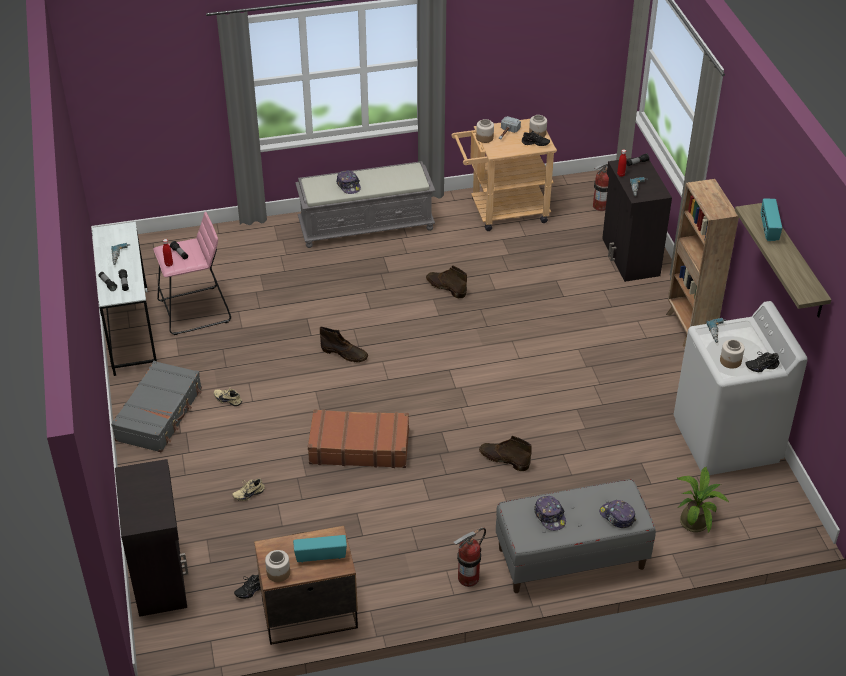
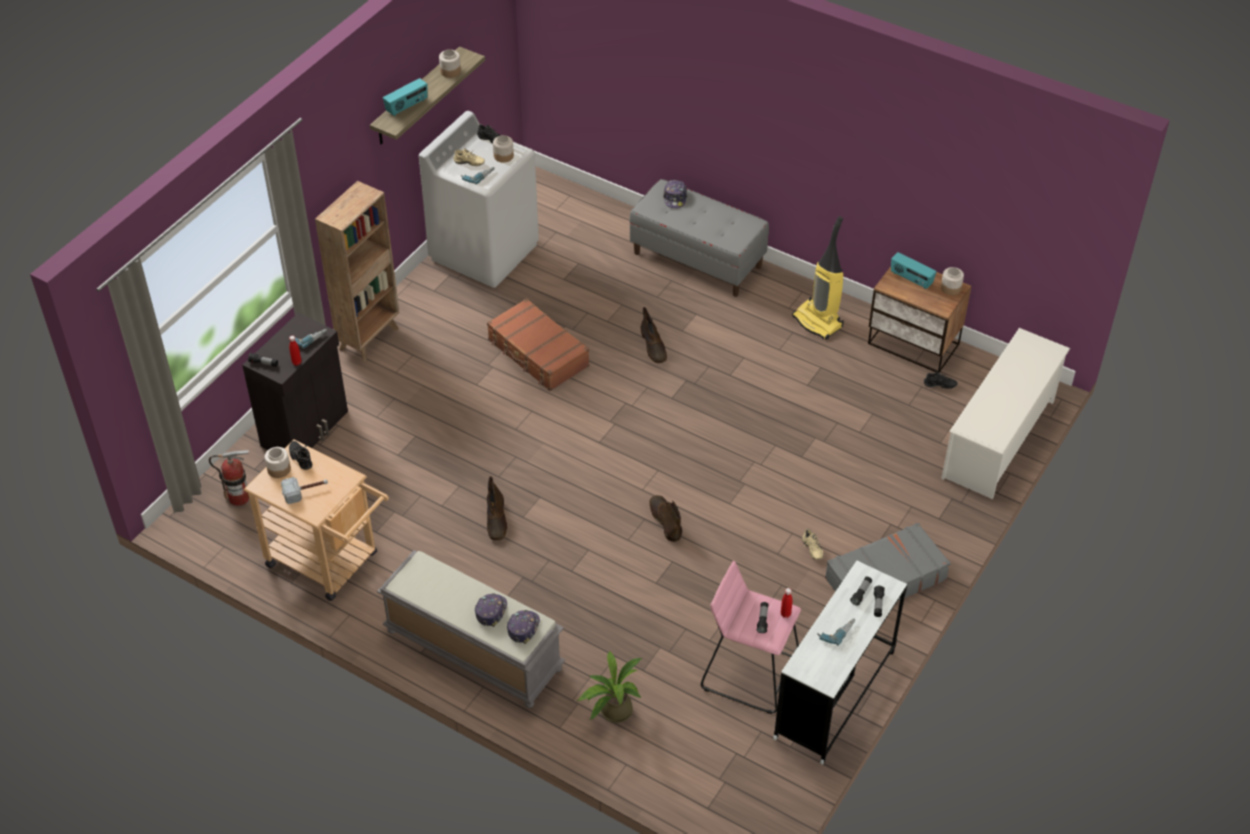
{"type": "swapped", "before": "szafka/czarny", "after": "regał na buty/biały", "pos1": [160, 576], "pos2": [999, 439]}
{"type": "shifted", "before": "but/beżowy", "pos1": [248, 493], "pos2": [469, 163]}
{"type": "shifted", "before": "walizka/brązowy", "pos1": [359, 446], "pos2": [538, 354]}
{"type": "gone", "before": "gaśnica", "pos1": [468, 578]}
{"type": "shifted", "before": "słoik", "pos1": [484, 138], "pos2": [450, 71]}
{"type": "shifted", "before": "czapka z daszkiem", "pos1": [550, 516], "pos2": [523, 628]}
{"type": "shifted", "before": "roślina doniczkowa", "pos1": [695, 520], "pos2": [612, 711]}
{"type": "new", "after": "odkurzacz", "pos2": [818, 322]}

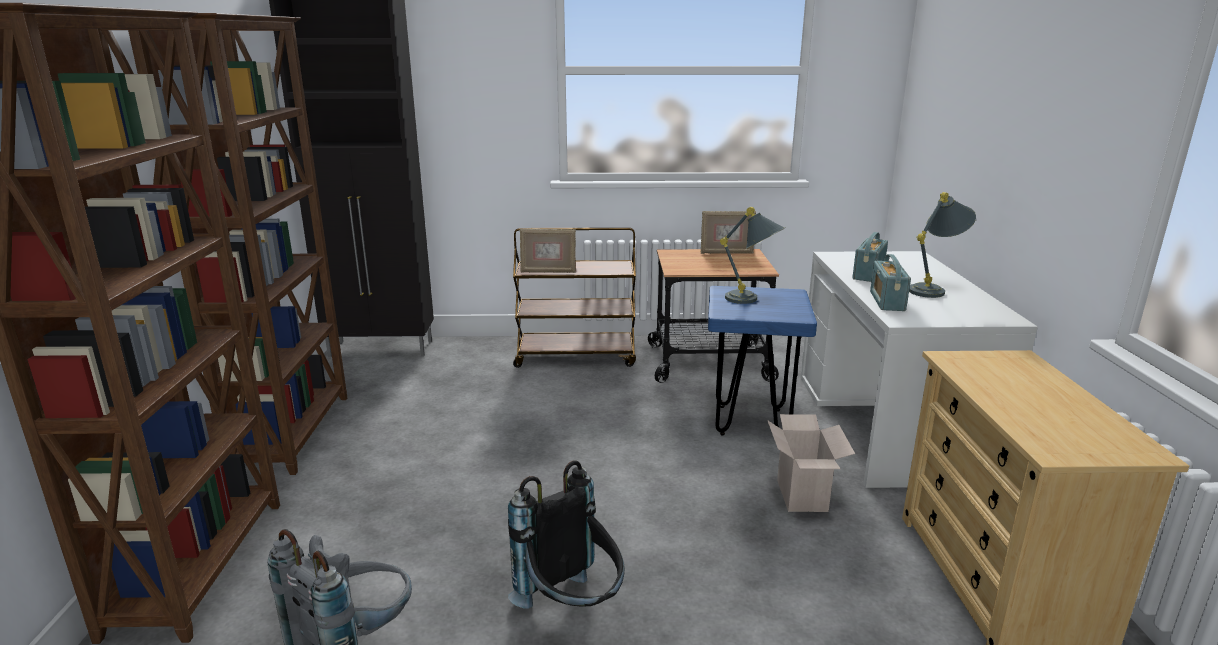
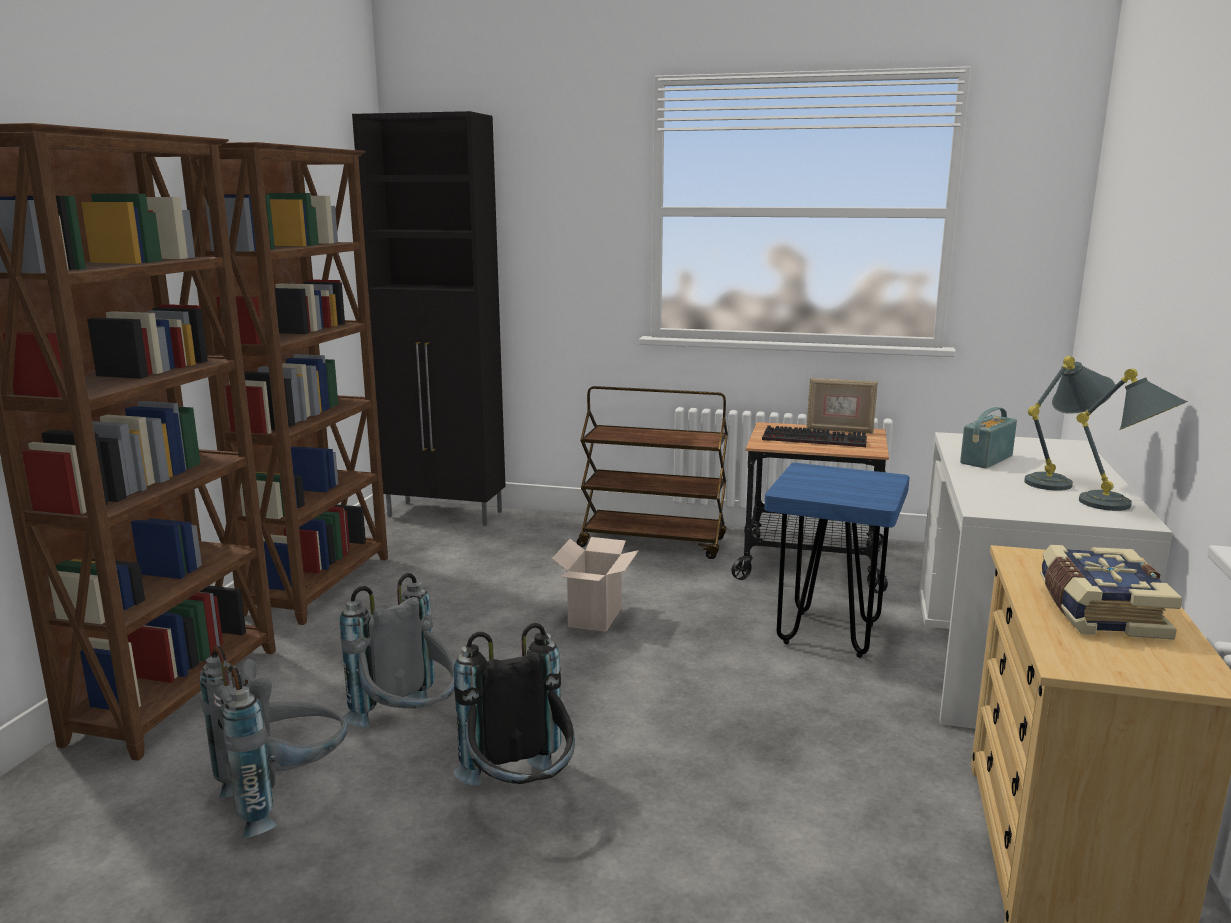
{"type": "gone", "before": "ramka na zdjęcie", "pos1": [548, 271]}
{"type": "shifted", "before": "lampa stołowa/szary", "pos1": [752, 301], "pos2": [1123, 507]}
{"type": "shifted", "before": "karton", "pos1": [804, 496], "pos2": [596, 618]}
{"type": "gone", "before": "radio", "pos1": [887, 301]}
{"type": "new", "after": "plecak/szary", "pos2": [410, 726]}
{"type": "new", "after": "klawiatura", "pos2": [816, 439]}
{"type": "new", "after": "książka", "pos2": [1098, 611]}

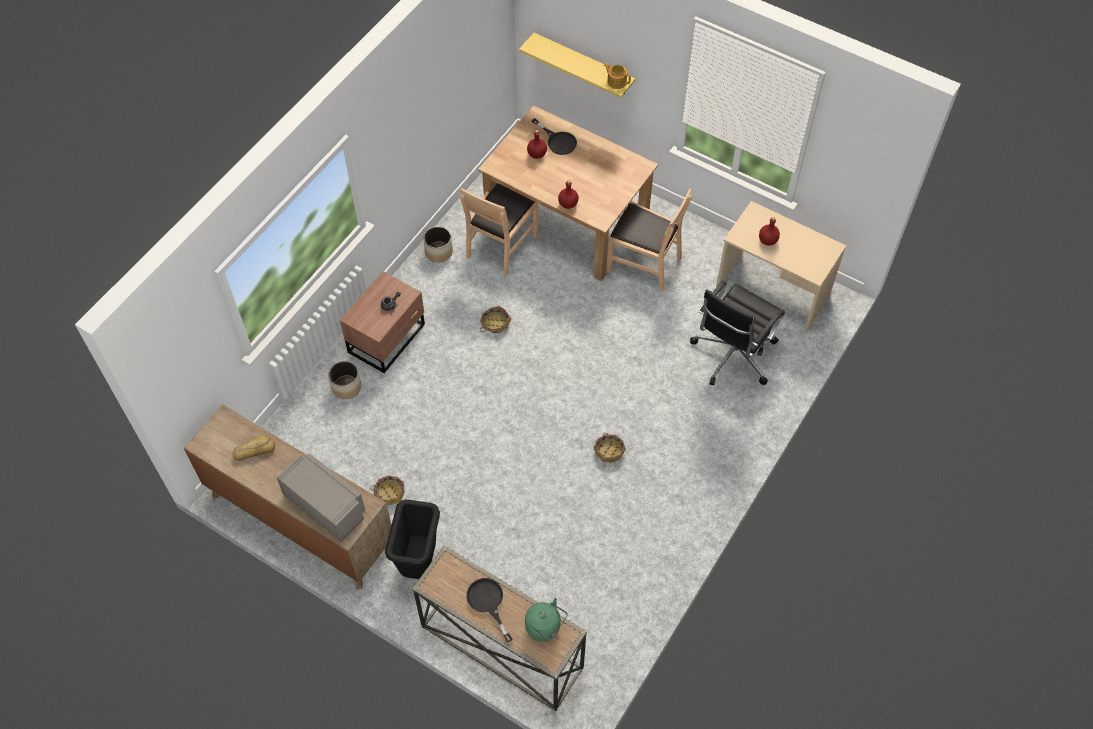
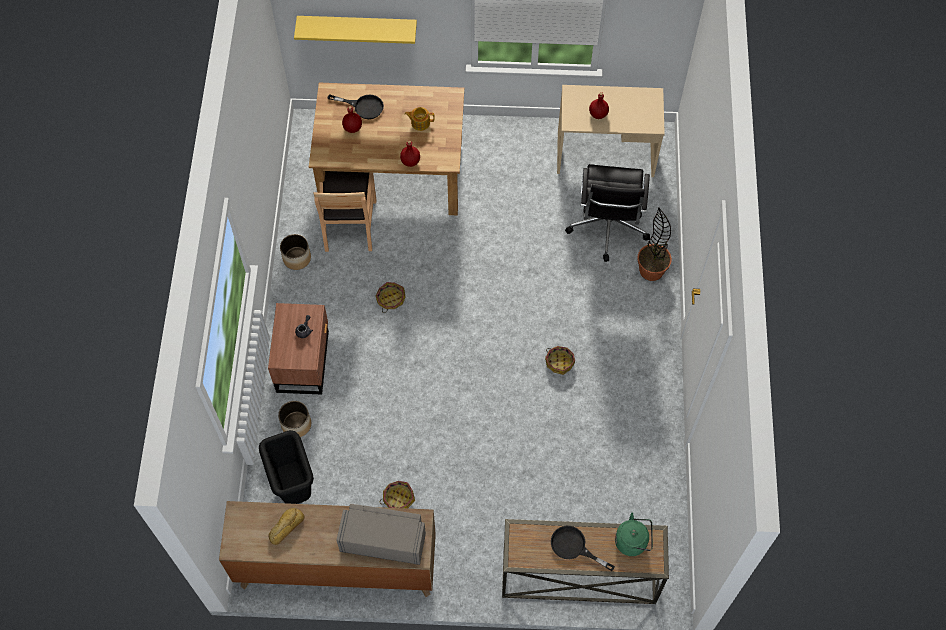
{"type": "shifted", "before": "kosz na śmieci/czarny", "pos1": [419, 563], "pos2": [295, 488]}
{"type": "shifted", "before": "imbryk", "pos1": [616, 81], "pos2": [420, 122]}
{"type": "gone", "before": "krzesło/brązowy", "pos1": [644, 263]}
{"type": "new", "after": "roślina doniczkowa", "pos2": [651, 270]}

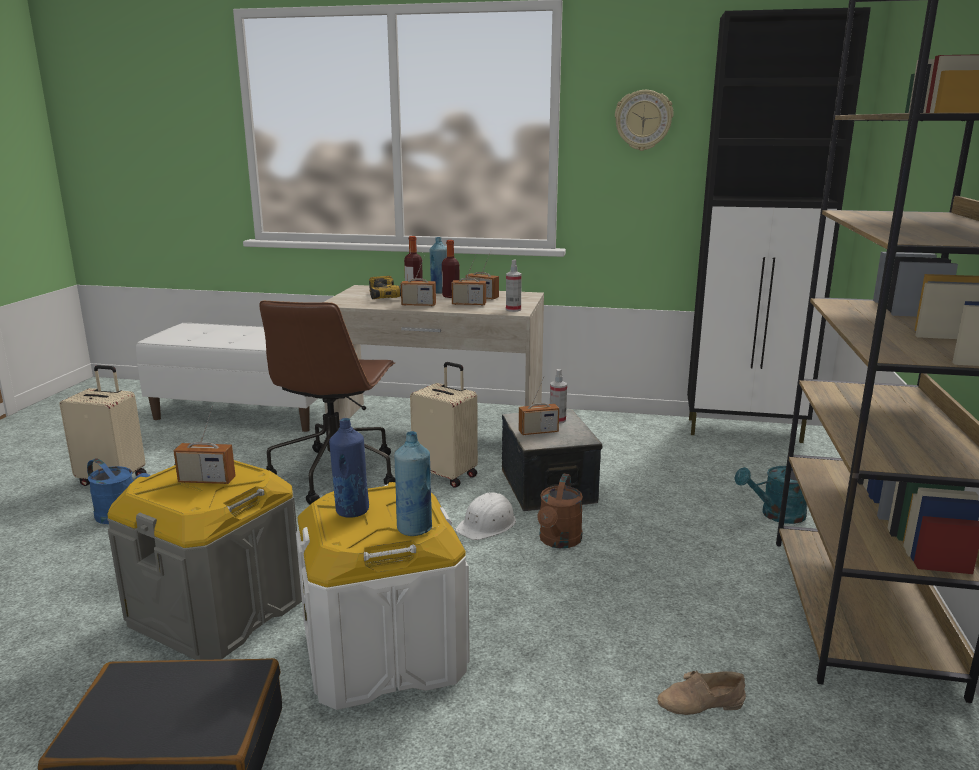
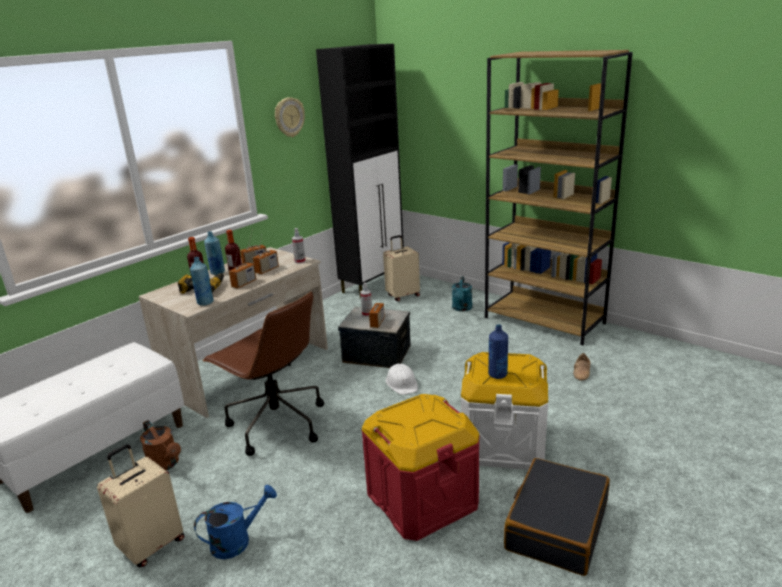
{"type": "repainted", "before": "pojemnik do przechowywania/szary", "after": "pojemnik do przechowywania/czerwony", "pos1": [218, 611], "pos2": [422, 499]}
{"type": "gone", "before": "radio", "pos1": [207, 480]}
{"type": "shifted", "before": "butelka/niebieski", "pos1": [414, 529], "pos2": [205, 302]}
{"type": "shifted", "before": "walizka/beżowy", "pos1": [447, 475], "pos2": [402, 295]}
{"type": "shifted", "before": "konewka/brązowy", "pos1": [558, 541], "pos2": [166, 464]}

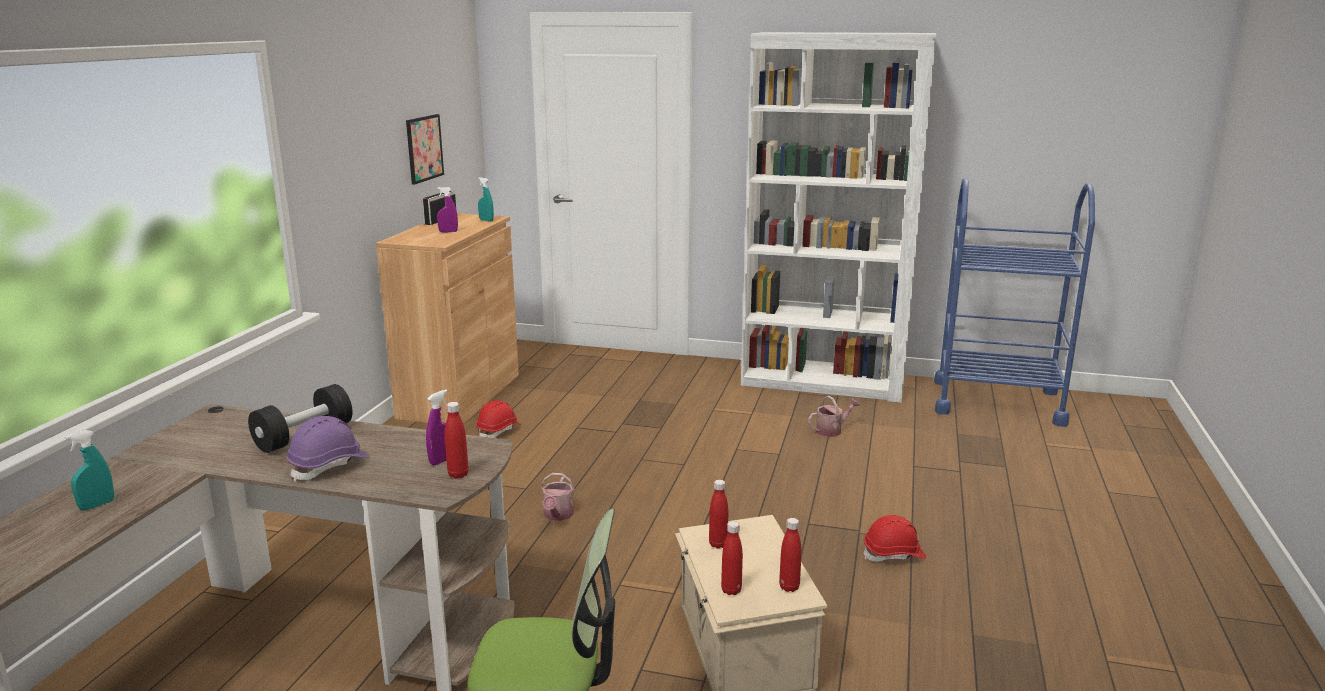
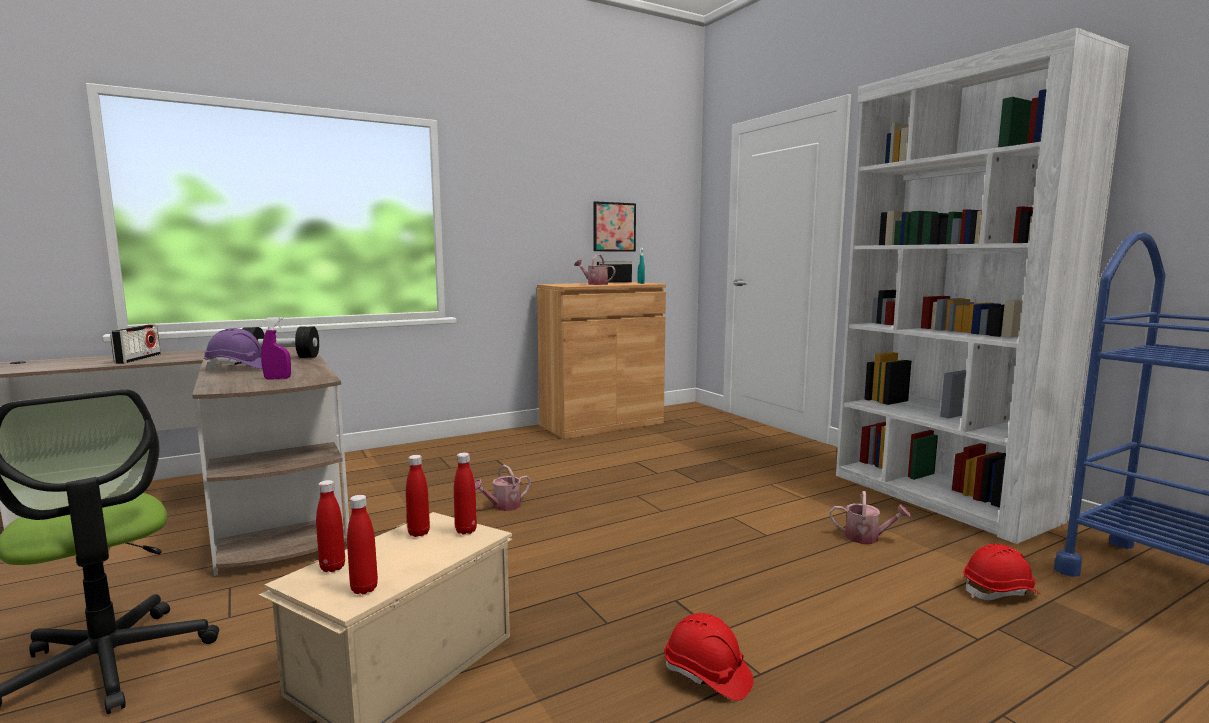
{"type": "swapped", "before": "spryskiwacz/turkusowy", "after": "radio", "pos1": [97, 505], "pos2": [138, 359]}
{"type": "swapped", "before": "spryskiwacz/fioletowy", "after": "konewka", "pos1": [448, 232], "pos2": [595, 284]}
{"type": "shifted", "before": "butelka/czerwony", "pos1": [458, 474], "pos2": [466, 530]}
{"type": "shifted", "before": "kask/czerwony", "pos1": [499, 431], "pos2": [1000, 592]}

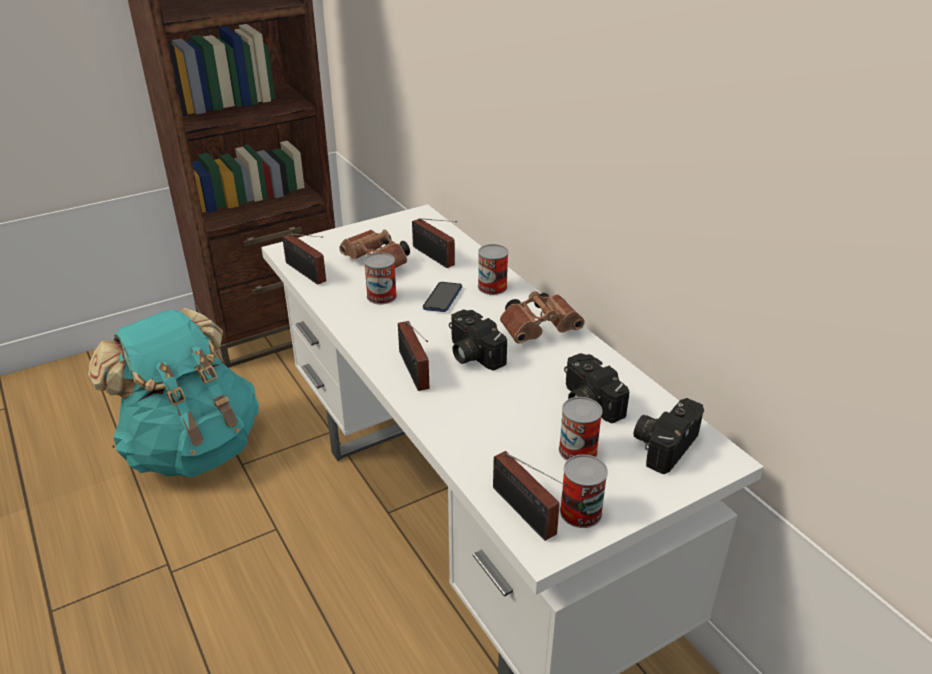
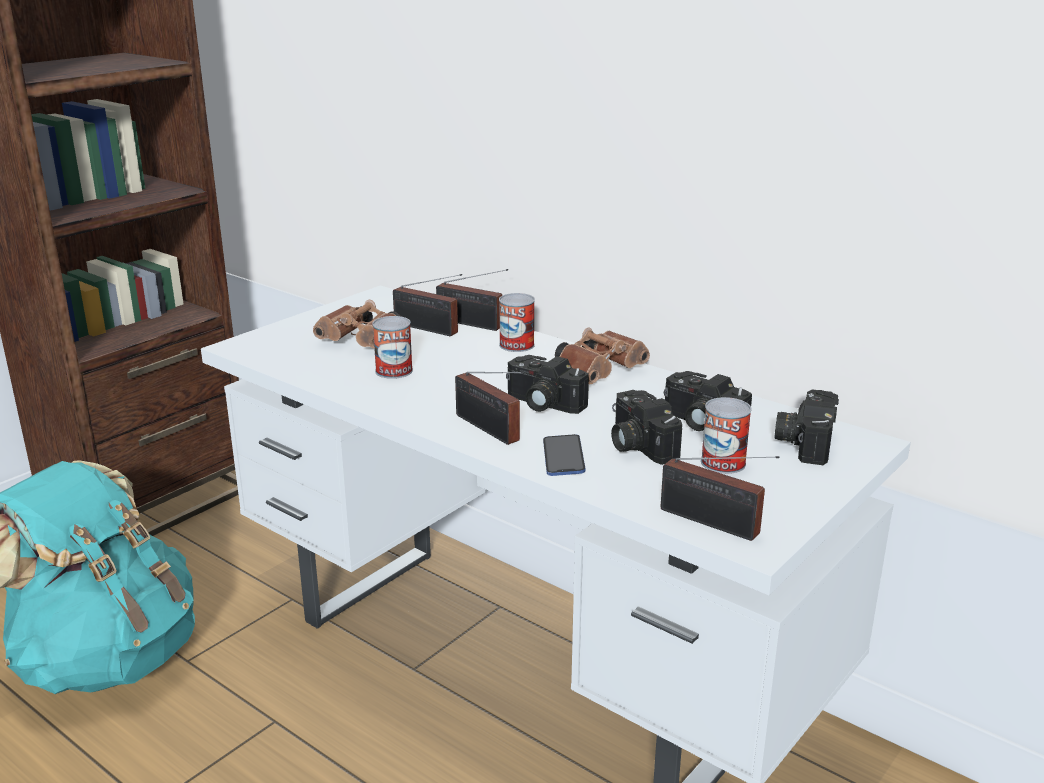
{"type": "shifted", "before": "radio", "pos1": [307, 273], "pos2": [472, 324]}
{"type": "shifted", "before": "telefon", "pos1": [442, 298], "pos2": [563, 457]}
{"type": "gone", "before": "puszka", "pos1": [580, 512]}
{"type": "new", "after": "aparat fotograficzny", "pos2": [636, 445]}

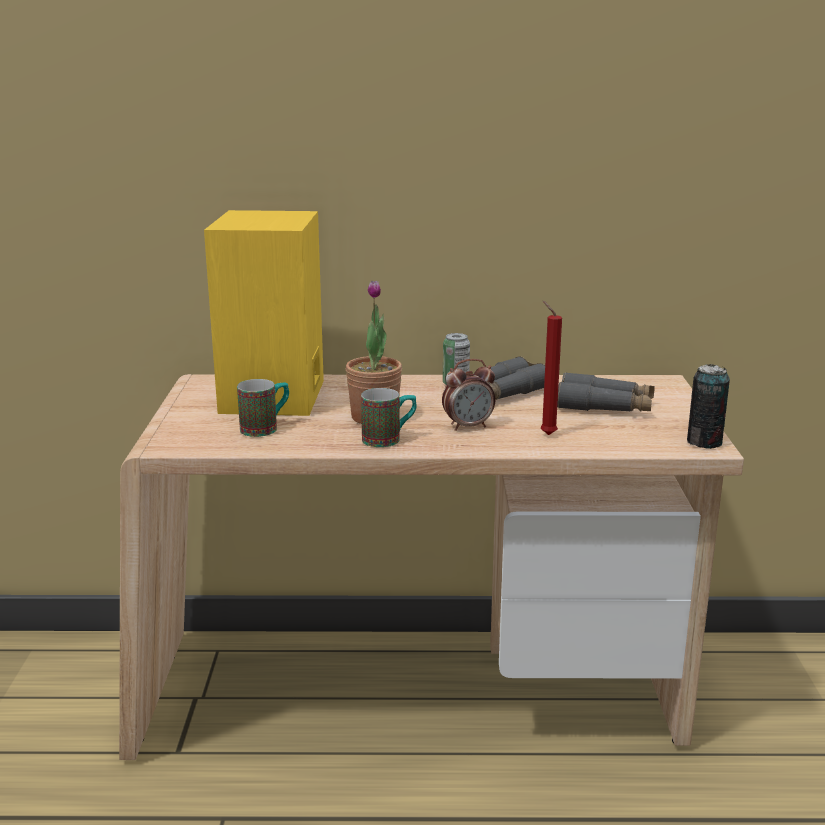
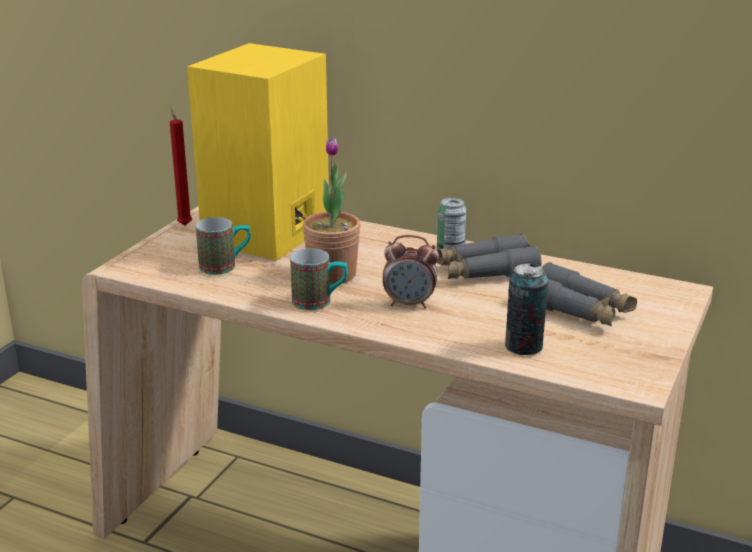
{"type": "shifted", "before": "świeca/czerwony", "pos1": [546, 434], "pos2": [184, 224]}
{"type": "shifted", "before": "puszka", "pos1": [704, 442], "pos2": [523, 346]}

